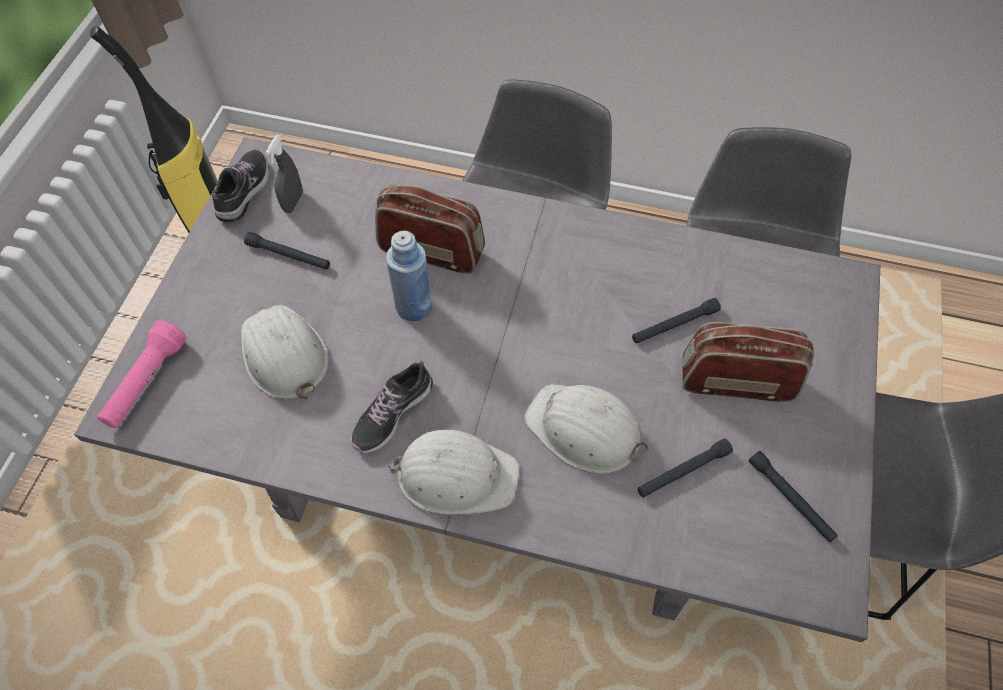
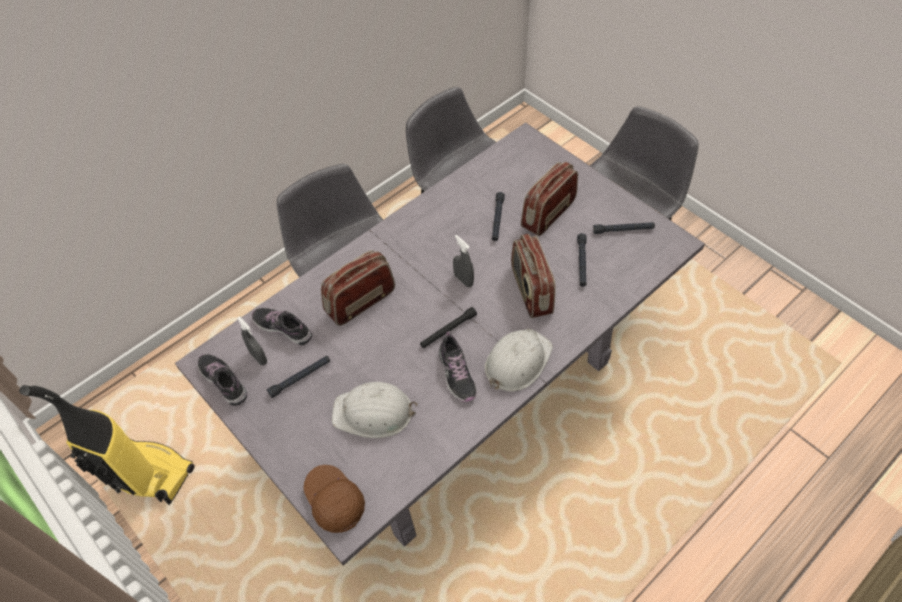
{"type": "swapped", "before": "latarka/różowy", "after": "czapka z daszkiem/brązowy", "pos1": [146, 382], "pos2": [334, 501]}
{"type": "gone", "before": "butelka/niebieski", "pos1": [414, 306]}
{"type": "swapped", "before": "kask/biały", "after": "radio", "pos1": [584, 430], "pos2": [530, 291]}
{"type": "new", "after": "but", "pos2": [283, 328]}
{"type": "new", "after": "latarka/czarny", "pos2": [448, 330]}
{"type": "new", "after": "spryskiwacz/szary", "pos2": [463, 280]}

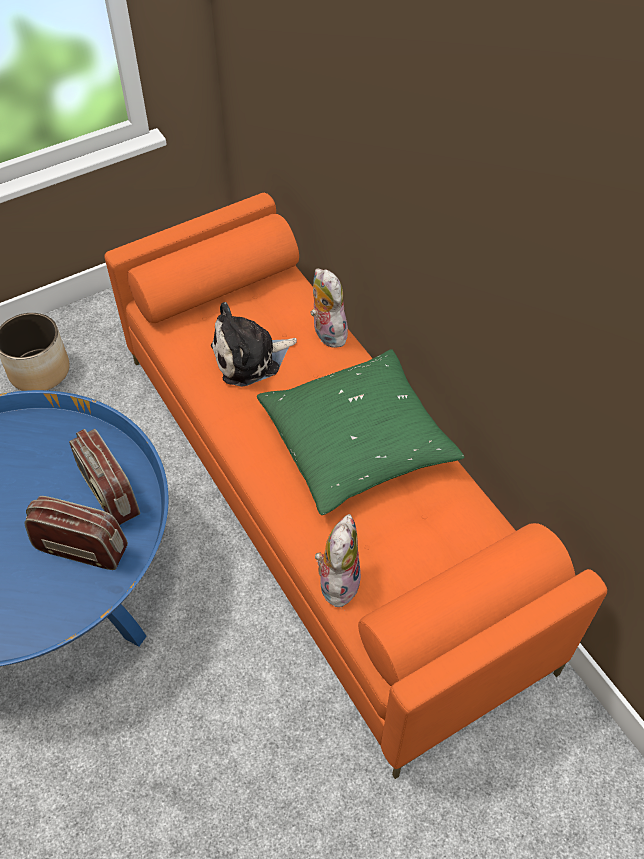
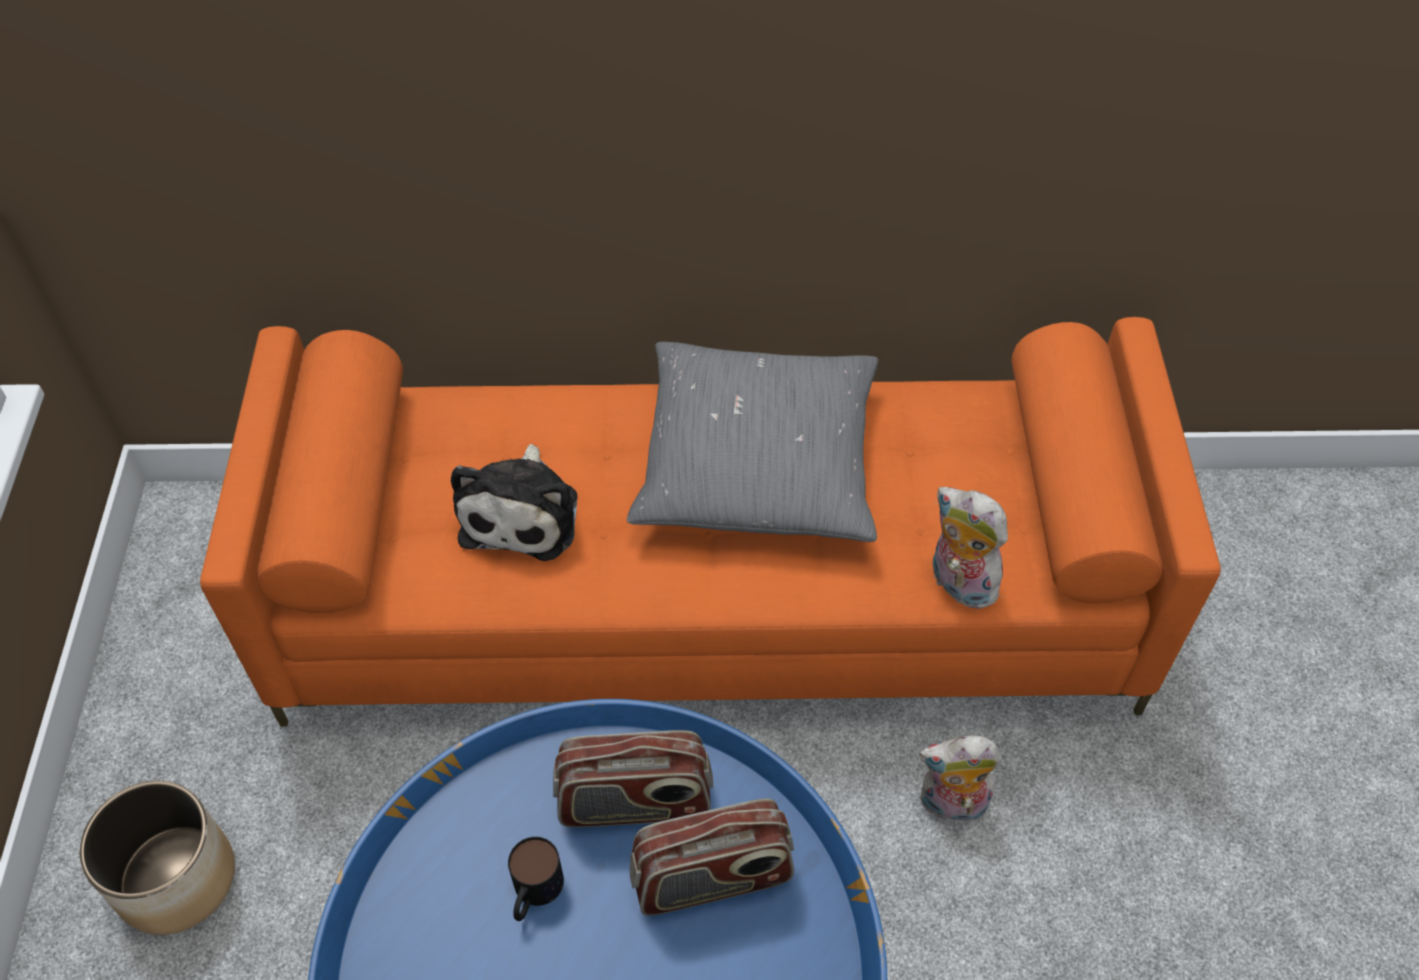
{"type": "rotated", "before": "radio", "pos1": [82, 548], "pos2": [712, 879], "turn": -150}
{"type": "repainted", "before": "poduszka/zielony", "after": "poduszka/szary", "pos1": [357, 442], "pos2": [758, 461]}
{"type": "shifted", "before": "pluszak", "pos1": [326, 333], "pos2": [951, 805]}
{"type": "new", "after": "kubek", "pos2": [534, 893]}

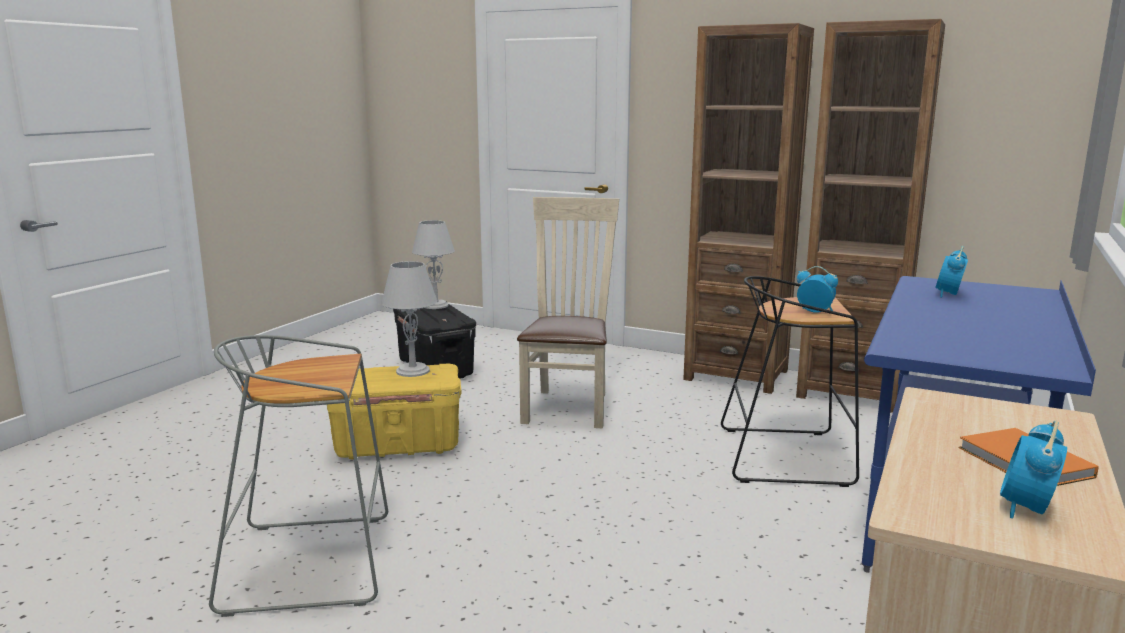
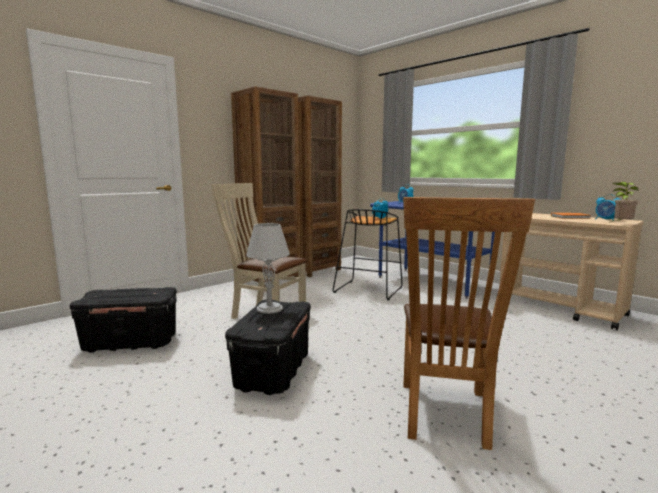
{"type": "swapped", "before": "stołek/szary", "after": "krzesło/brązowy", "pos1": [313, 562], "pos2": [445, 417]}
{"type": "repainted", "before": "pojemnik do przechowywania/żółty", "after": "pojemnik do przechowywania/czarny", "pos1": [398, 446], "pos2": [273, 371]}
{"type": "gone", "before": "lampa stołowa/szary", "pos1": [435, 305]}
{"type": "new", "after": "roślina doniczkowa", "pos2": [621, 224]}

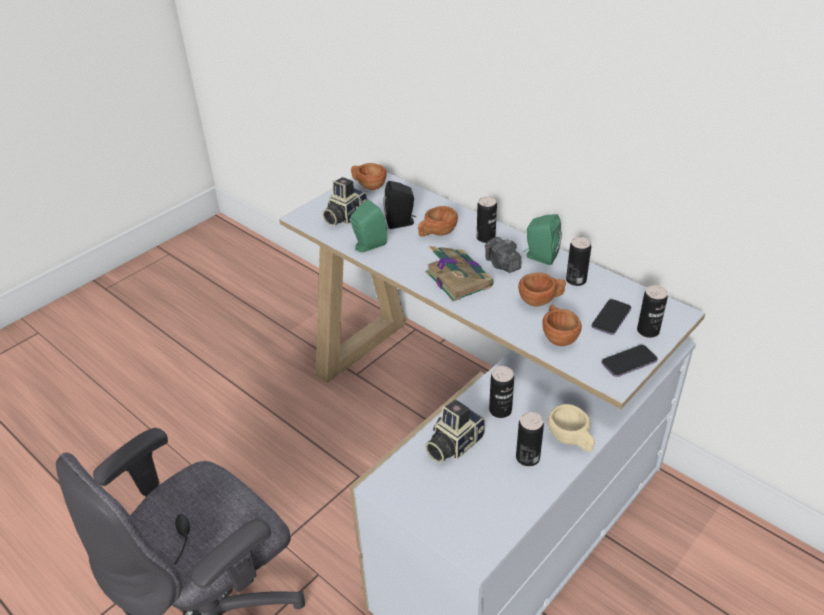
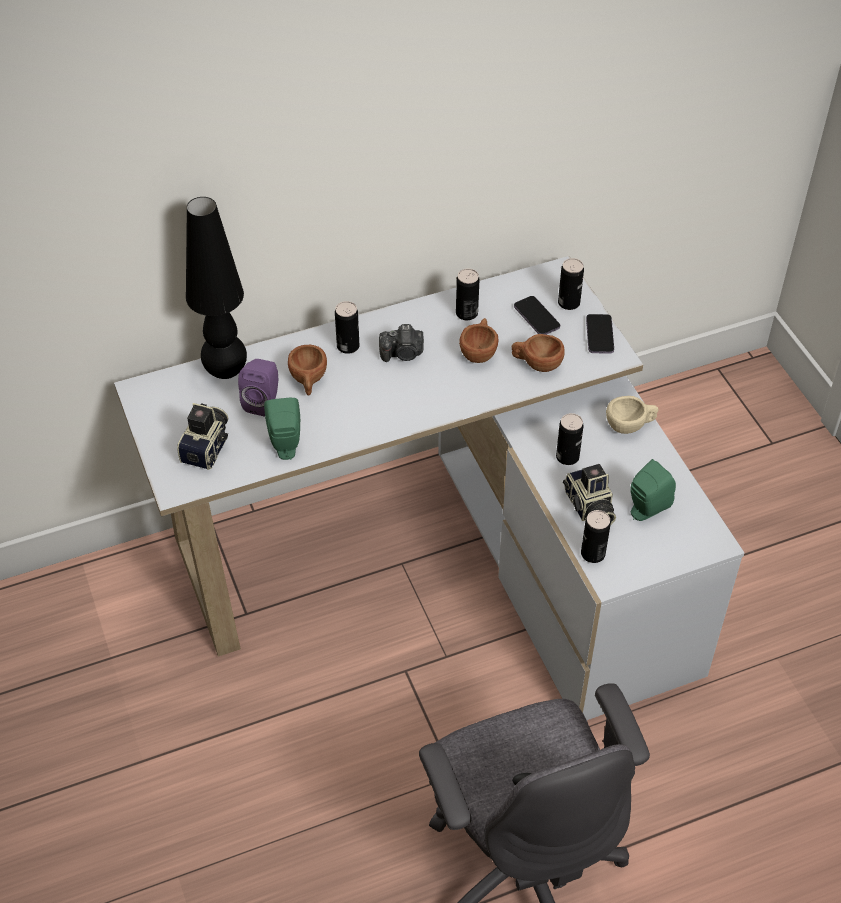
{"type": "rotated", "before": "aparat fotograficzny", "pos1": [344, 216], "pos2": [208, 447], "turn": -135}
{"type": "gone", "before": "filiżanka/brązowy", "pos1": [368, 186]}
{"type": "repainted", "before": "głośnik/czarny", "after": "głośnik/fioletowy", "pos1": [401, 223], "pos2": [263, 402]}
{"type": "gone", "before": "książka", "pos1": [458, 278]}
{"type": "shifted", "before": "puszka", "pos1": [527, 457], "pos2": [593, 553]}
{"type": "shifted", "before": "głośnik/zielony", "pos1": [539, 257], "pos2": [645, 510]}
{"type": "new", "after": "lampa stołowa/czarny", "pos2": [226, 371]}

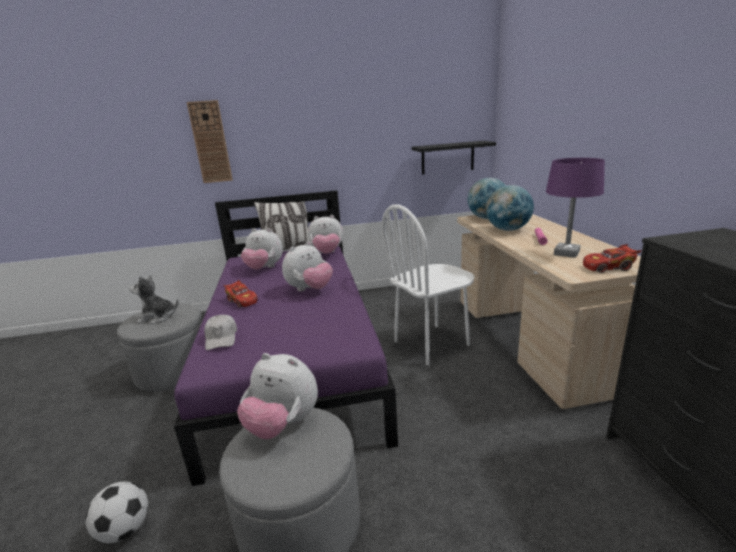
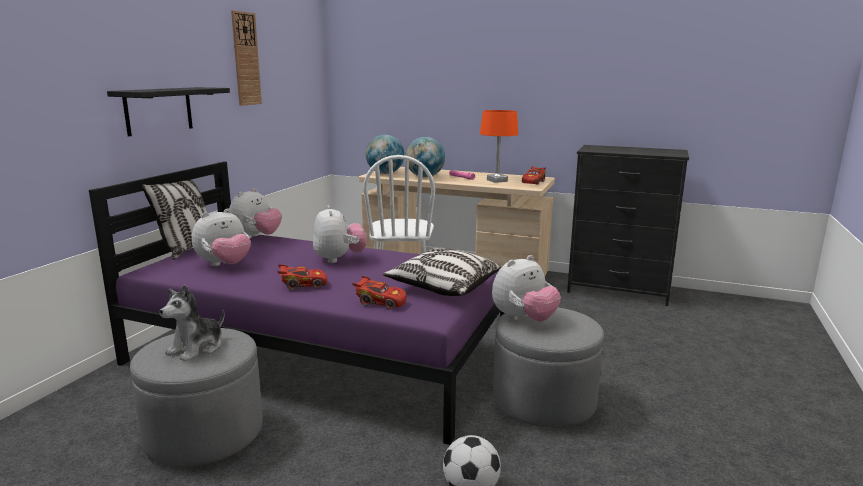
{"type": "shifted", "before": "zegar ścienny", "pos1": [210, 142], "pos2": [246, 59]}
{"type": "swapped", "before": "czapka z daszkiem/biały", "after": "samochodzik/czerwony", "pos1": [221, 338], "pos2": [380, 302]}
{"type": "shifted", "before": "półka/czarny", "pos1": [447, 157], "pos2": [159, 110]}
{"type": "repainted", "before": "lampa stołowa/fioletowy", "after": "lampa stołowa/pomarańczowy", "pos1": [566, 253], "pos2": [497, 180]}
{"type": "new", "after": "poduszka", "pos2": [443, 287]}

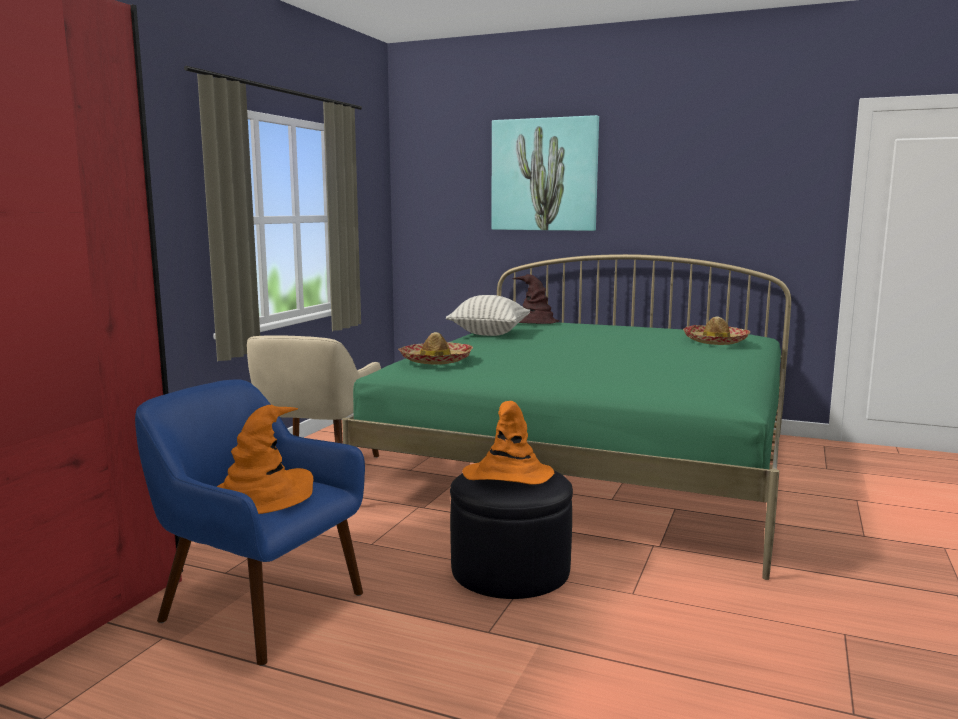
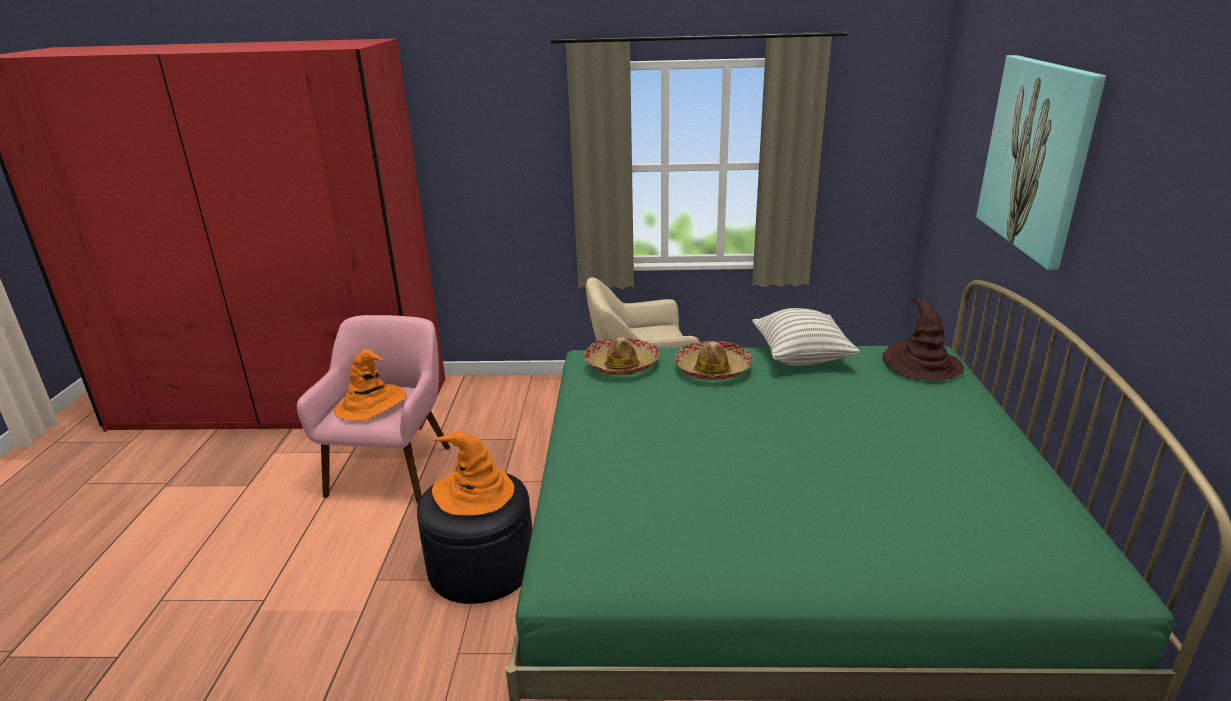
{"type": "repainted", "before": "fotel/niebieski", "after": "fotel/różowy", "pos1": [259, 608], "pos2": [392, 470]}
{"type": "shifted", "before": "kapelusz", "pos1": [715, 341], "pos2": [712, 369]}

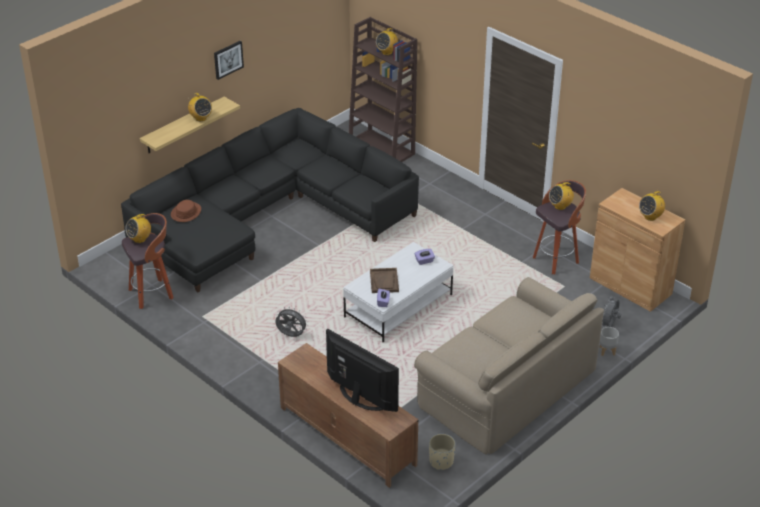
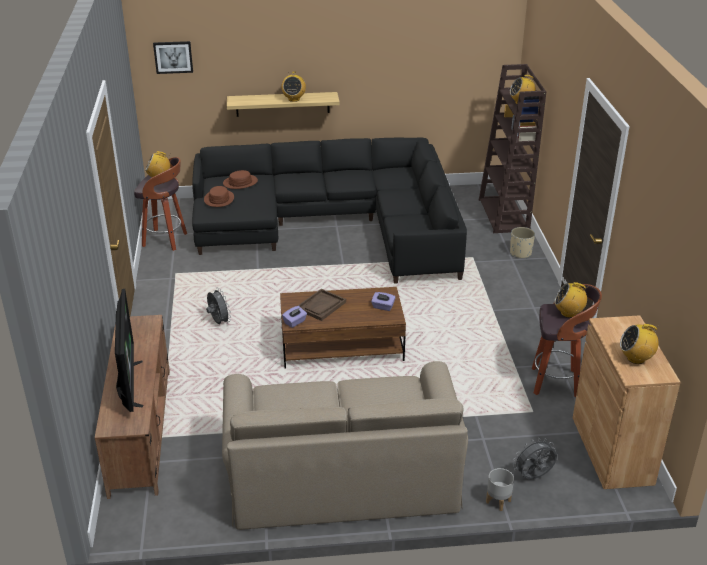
{"type": "shifted", "before": "obraz", "pos1": [228, 59], "pos2": [173, 57]}
{"type": "repainted", "before": "ława/biały", "after": "ława/brązowy", "pos1": [398, 306], "pos2": [342, 345]}
{"type": "shifted", "before": "donica/beżowy", "pos1": [441, 462], "pos2": [520, 253]}
{"type": "new", "after": "kapelusz/brązowy", "pos2": [219, 199]}

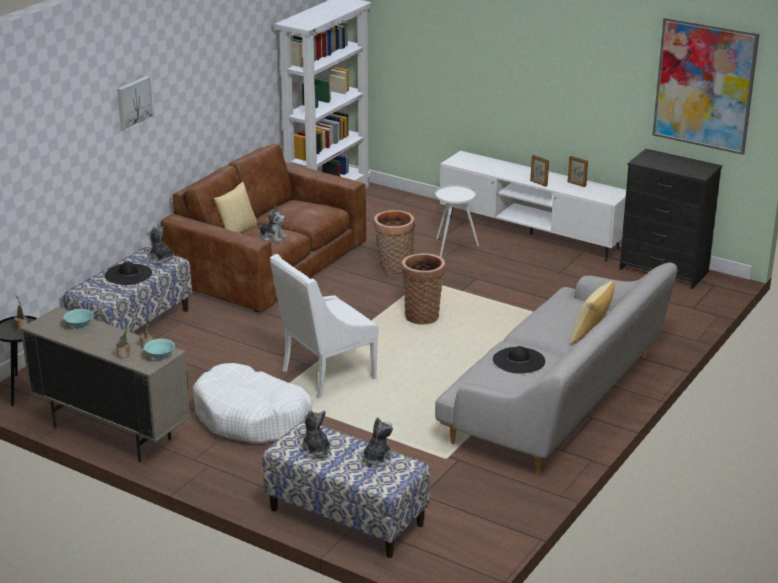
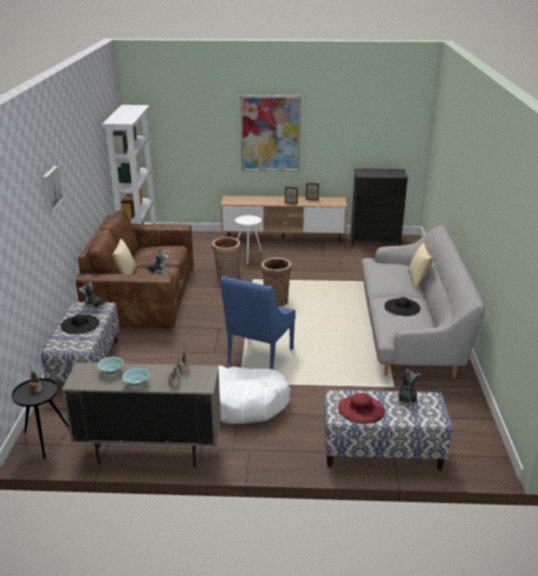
{"type": "shifted", "before": "miska/turkusowy", "pos1": [160, 356], "pos2": [136, 383]}
{"type": "repainted", "before": "fotel/biały", "after": "fotel/niebieski", "pos1": [325, 375], "pos2": [258, 356]}
{"type": "swapped", "before": "pluszak", "after": "kapelusz/czerwony", "pos1": [315, 450], "pos2": [361, 409]}
{"type": "repainted", "before": "szafka pod telewizor/biały", "after": "szafka pod telewizor/brązowy", "pos1": [531, 234], "pos2": [283, 238]}
{"type": "shifted", "before": "obraz", "pos1": [704, 85], "pos2": [270, 133]}

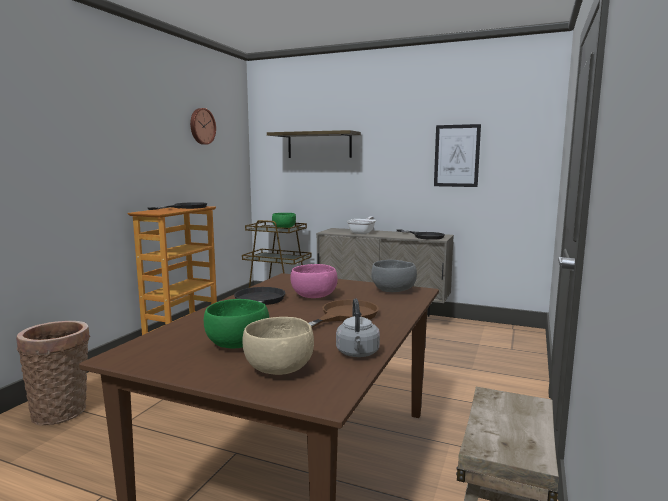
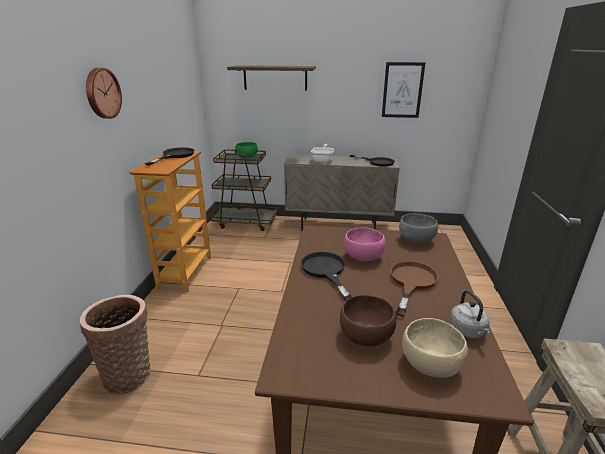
{"type": "shifted", "before": "zegar ścienny", "pos1": [201, 126], "pos2": [102, 93]}
{"type": "repainted", "before": "miska/zielony", "after": "miska/brązowy", "pos1": [238, 344], "pos2": [366, 336]}

